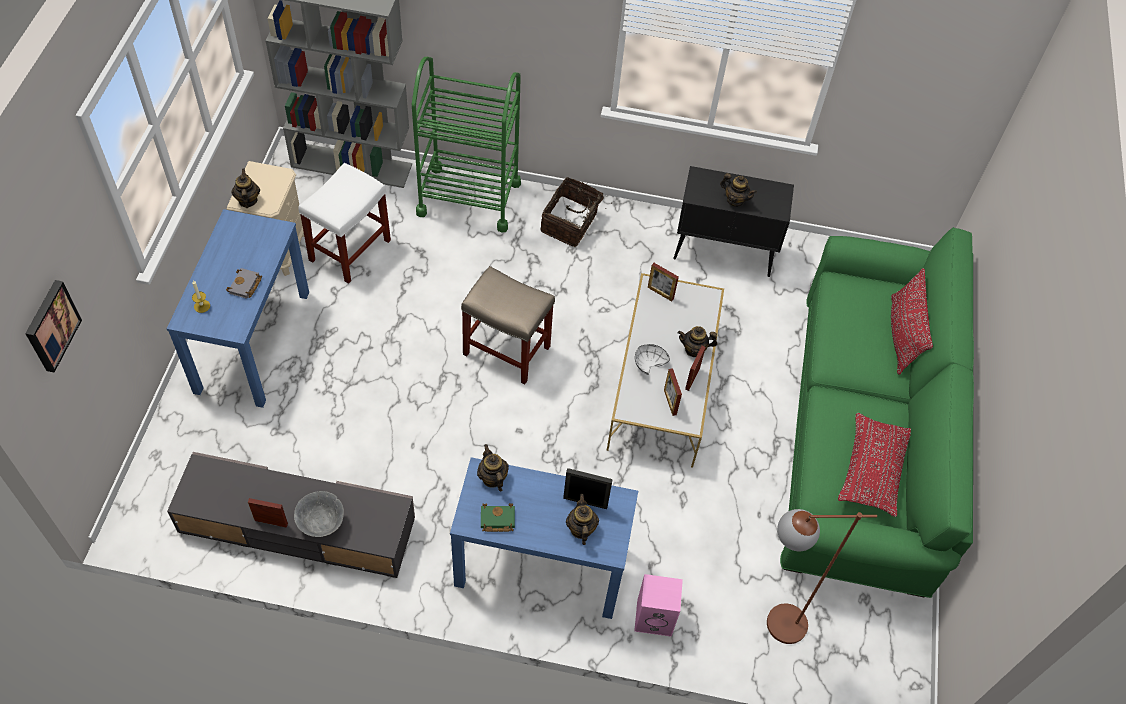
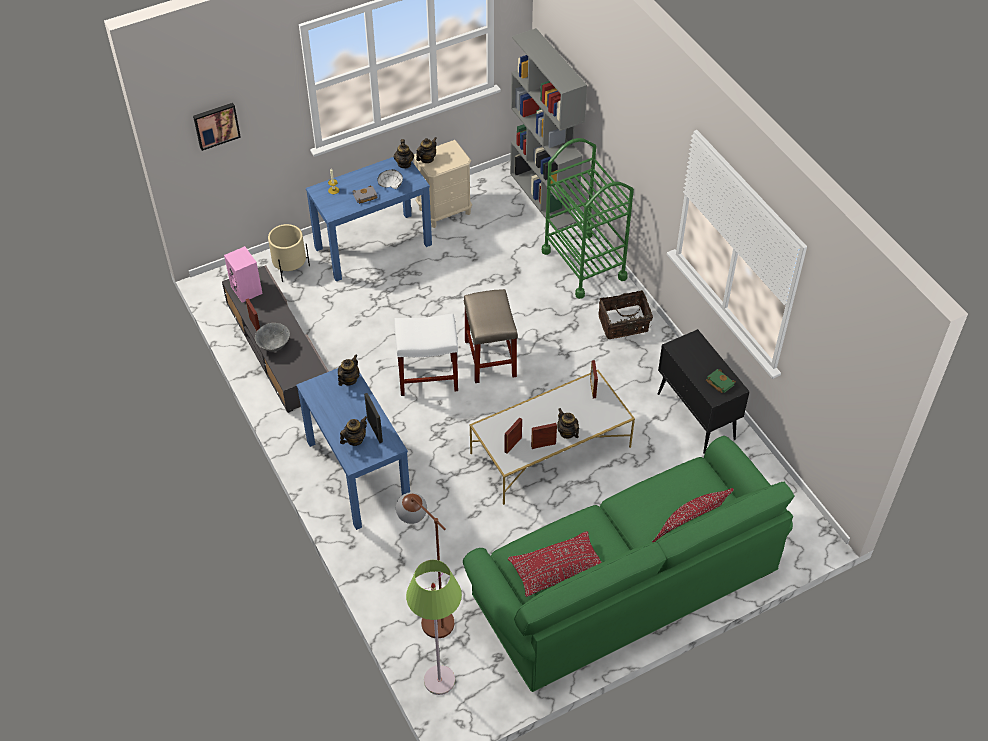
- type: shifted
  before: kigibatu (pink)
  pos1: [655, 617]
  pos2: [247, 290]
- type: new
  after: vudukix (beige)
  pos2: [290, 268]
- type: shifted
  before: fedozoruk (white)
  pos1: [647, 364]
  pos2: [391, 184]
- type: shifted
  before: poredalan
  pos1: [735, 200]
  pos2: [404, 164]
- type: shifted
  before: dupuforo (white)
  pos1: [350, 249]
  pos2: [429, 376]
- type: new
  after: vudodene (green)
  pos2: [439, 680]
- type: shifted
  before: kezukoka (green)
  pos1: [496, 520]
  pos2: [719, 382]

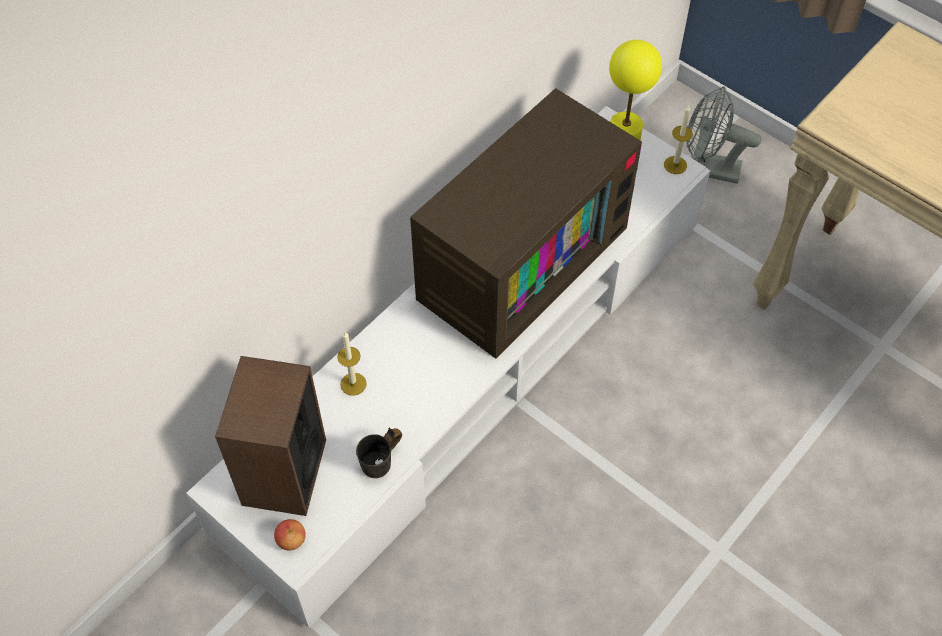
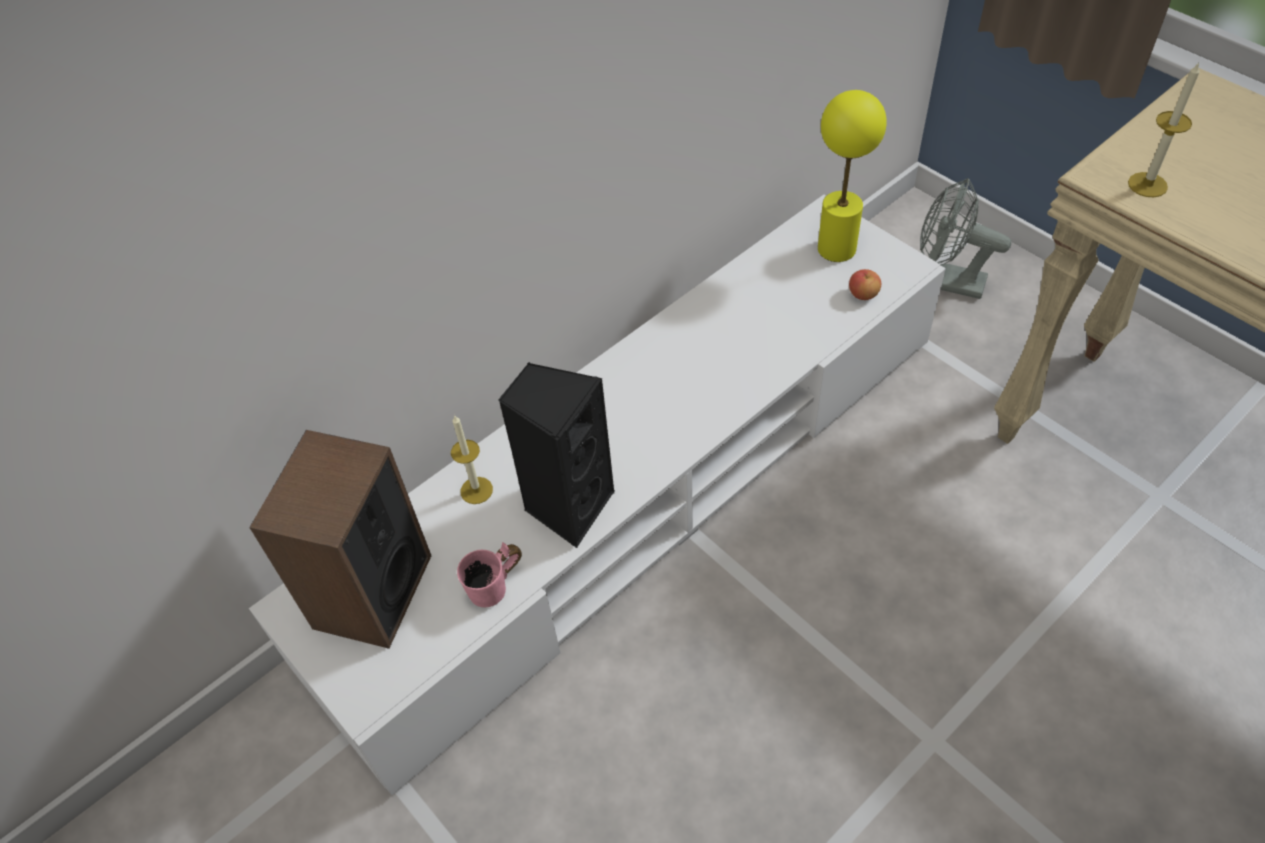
- type: repainted
  before: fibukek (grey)
  after: fibukek (pink)
  pos1: [384, 463]
  pos2: [498, 590]
- type: new
  after: kigibatu (black)
  pos2: [568, 506]
- type: shifted
  before: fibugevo
  pos1: [291, 540]
  pos2: [863, 294]
- type: shifted
  before: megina
  pos1: [675, 165]
  pos2: [1147, 185]
- type: gone
  before: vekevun
  pos1: [519, 257]

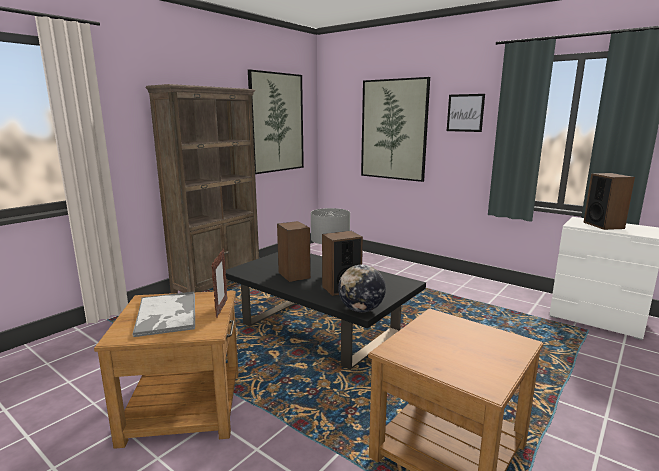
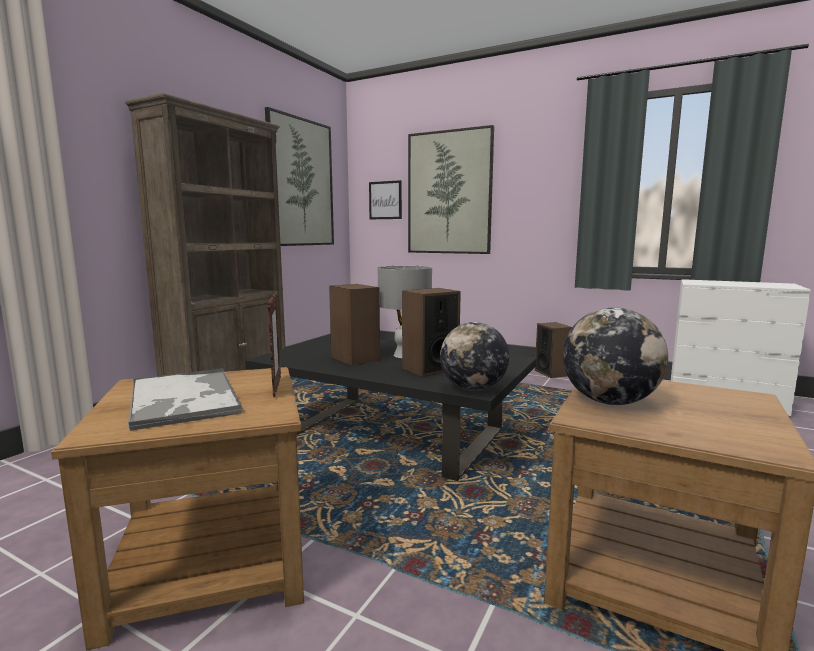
- type: shifted
  before: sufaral
  pos1: [465, 113]
  pos2: [385, 200]
- type: shifted
  before: kigibatu
  pos1: [603, 225]
  pos2: [551, 373]
- type: new
  after: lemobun
  pos2: [609, 402]

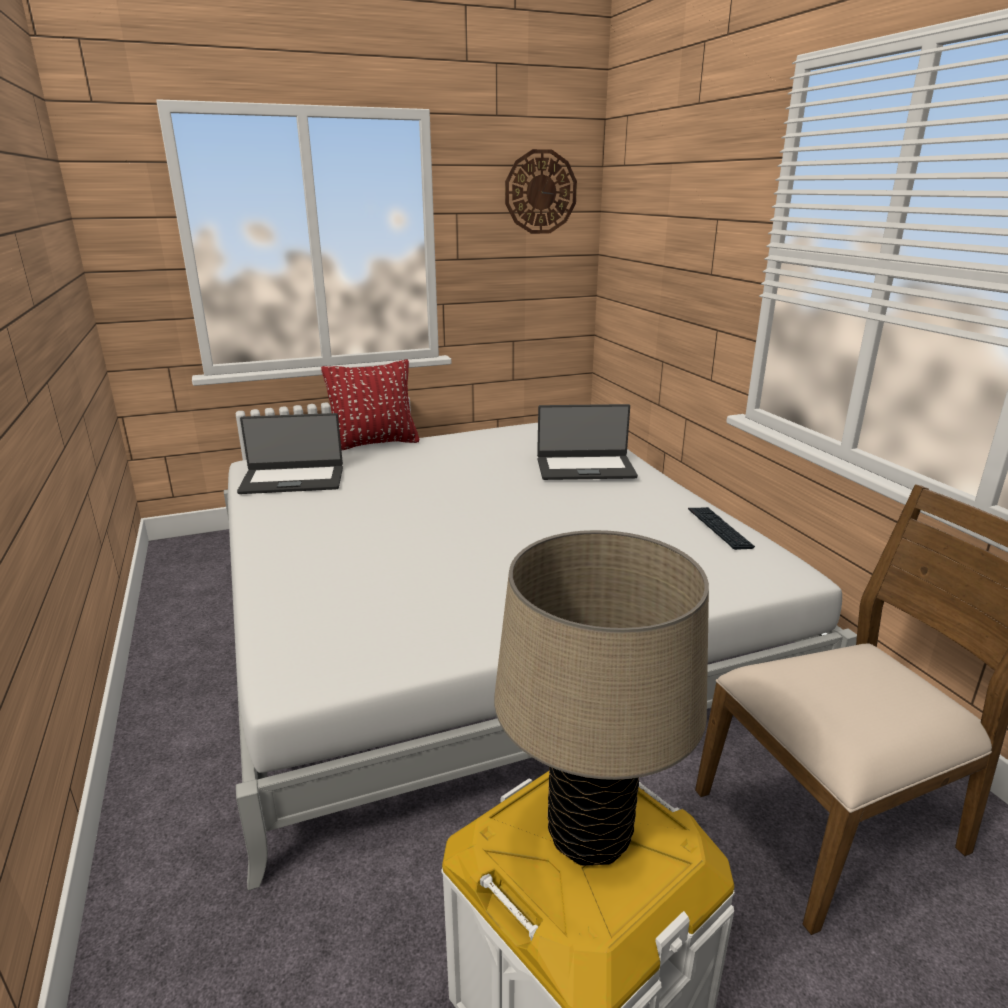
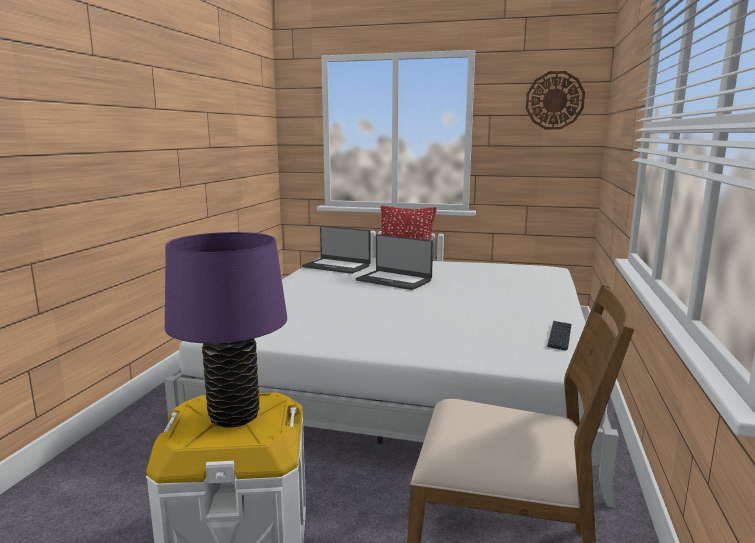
- type: repainted
  before: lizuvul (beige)
  after: lizuvul (purple)
  pos1: [589, 834]
  pos2: [234, 416]
- type: shifted
  before: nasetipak
  pos1: [585, 468]
  pos2: [394, 280]

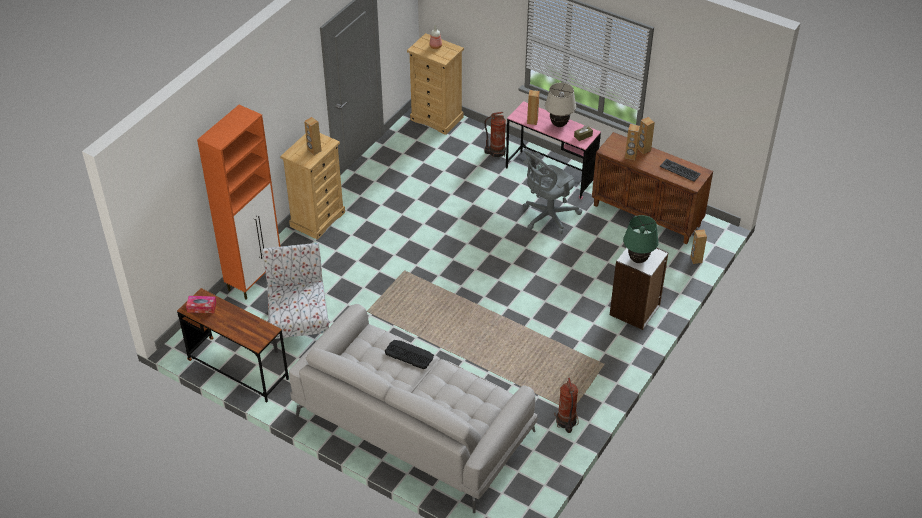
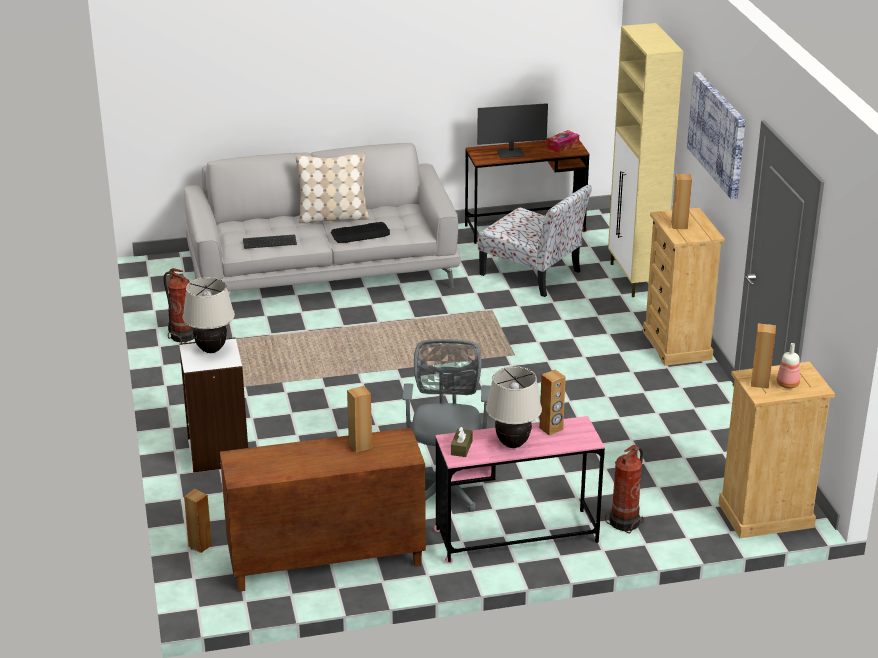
- type: repainted
  before: lizuvul (green)
  after: lizuvul (beige)
  pos1: [638, 260]
  pos2: [211, 350]
- type: shifted
  before: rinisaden
  pos1: [680, 170]
  pos2: [269, 242]
- type: new
  after: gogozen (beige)
  pos2: [333, 217]
- type: new
  after: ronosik
  pos2: [511, 153]
- type: repainted
  before: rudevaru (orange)
  after: rudevaru (beige)
  pos1: [255, 277]
  pos2: [635, 279]
- type: new
  after: sufaral
  pos2: [719, 133]
- type: shifted
  before: kigibatu (brown)
  pos1: [644, 149]
  pos2: [760, 383]

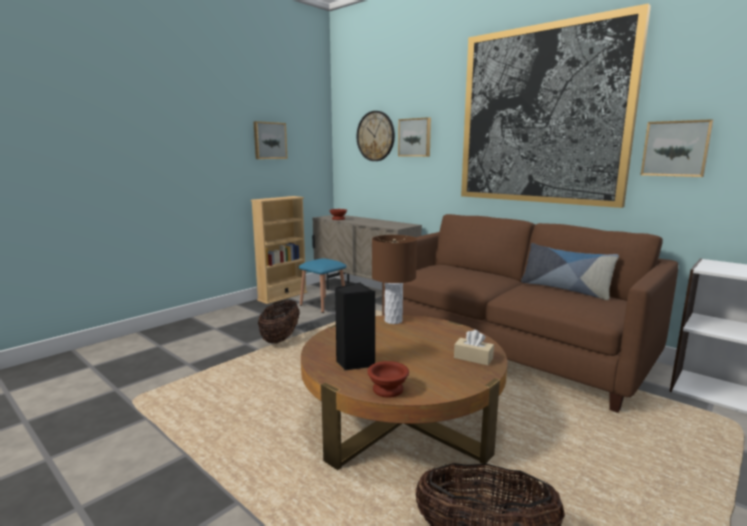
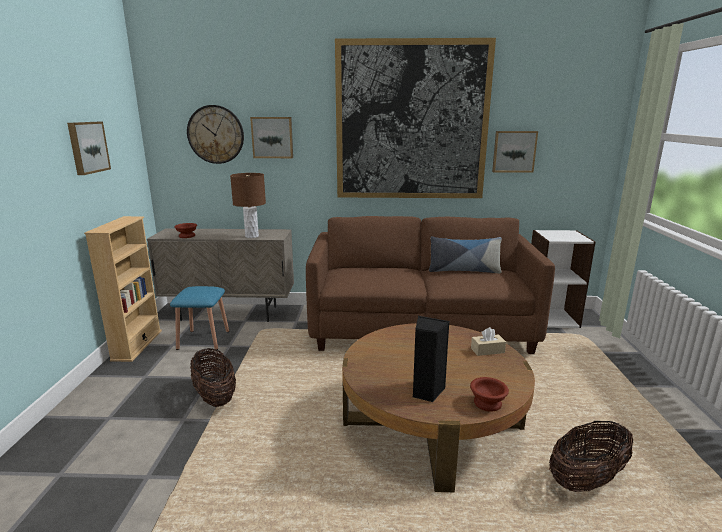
- type: shifted
  before: lizuvul (brown)
  pos1: [393, 321]
  pos2: [252, 236]

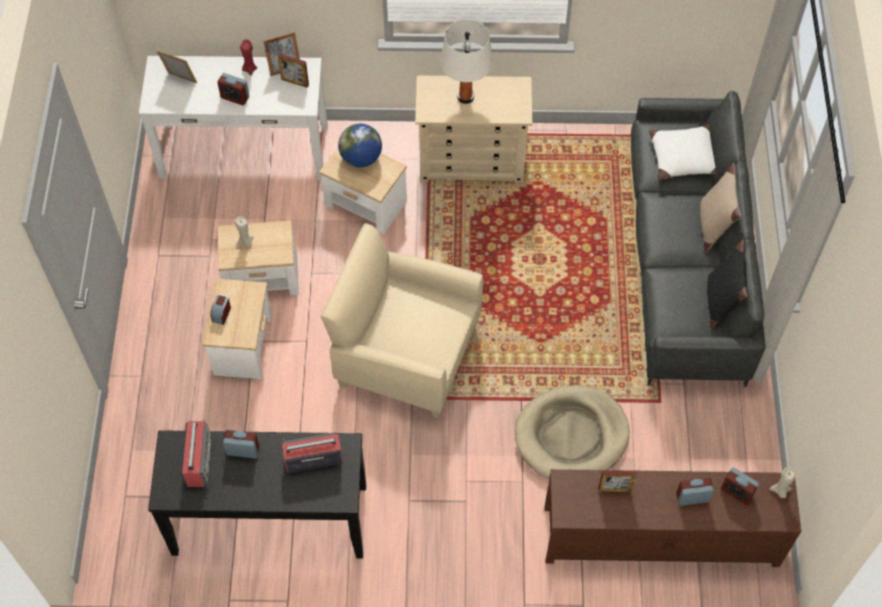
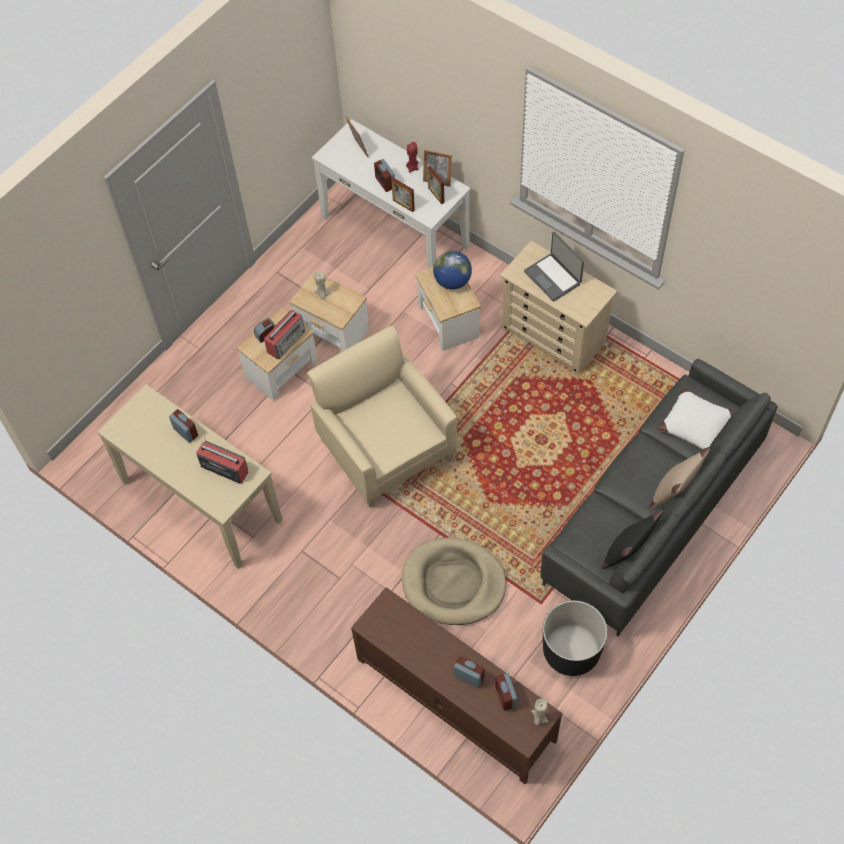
- type: repainted
  before: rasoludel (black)
  after: rasoludel (beige)
  pos1: [270, 520]
  pos2: [201, 501]
- type: shifted
  before: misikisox
  pos1: [199, 460]
  pos2: [286, 341]
- type: shifted
  before: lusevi
  pos1: [615, 489]
  pos2: [403, 205]
- type: swapped
  before: lizuvul (white)
  after: nasetipak
  pos1: [465, 97]
  pos2: [553, 277]
- type: new
  after: vudukix (black)
  pos2: [571, 651]

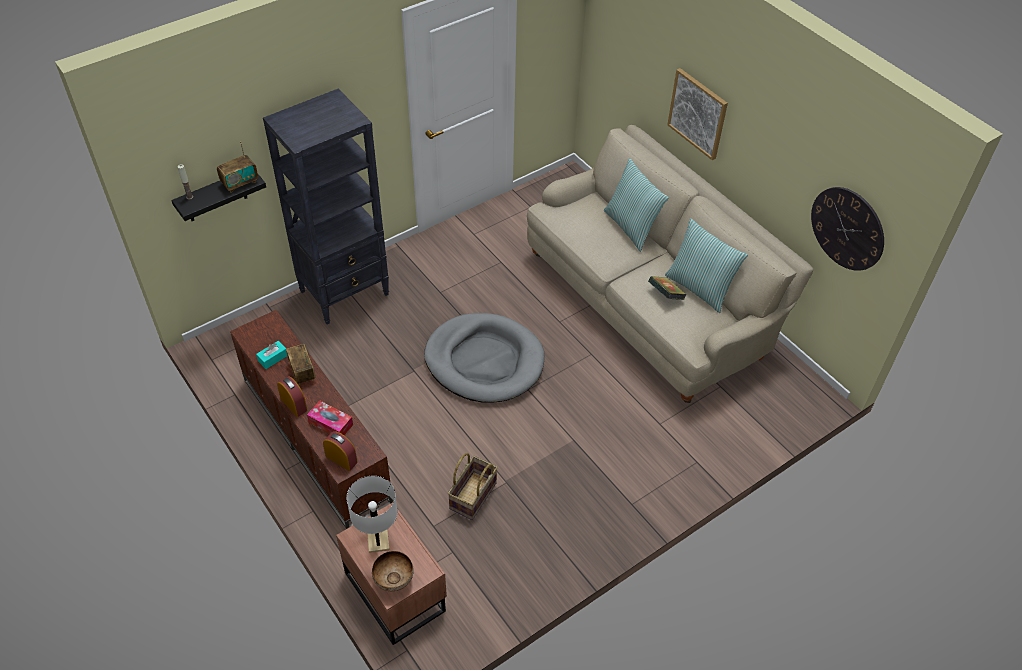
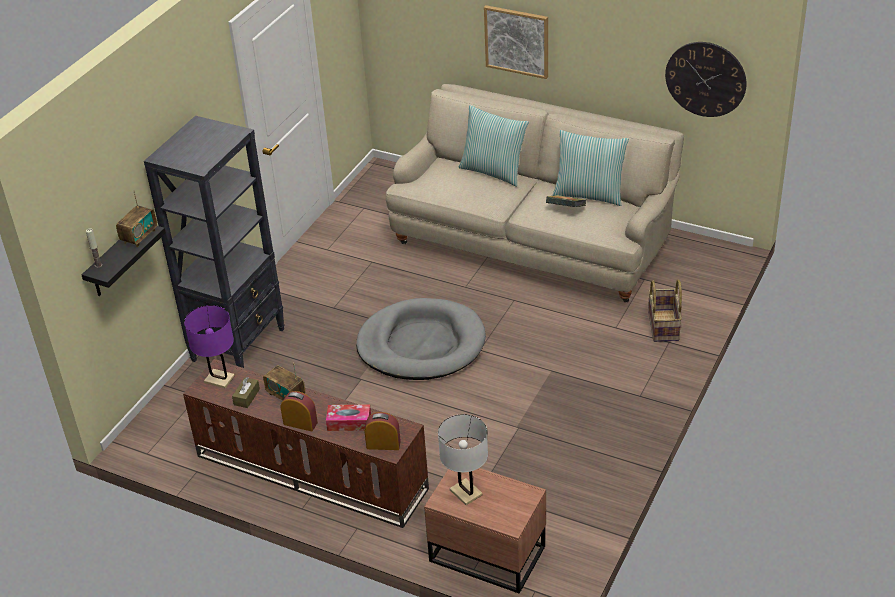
- type: new
  after: lizuvul (purple)
  pos2: [219, 379]
- type: repainted
  before: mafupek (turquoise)
  after: mafupek (brown)
  pos1: [273, 358]
  pos2: [246, 397]
- type: shifted
  before: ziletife
  pos1: [473, 496]
  pos2: [664, 326]
- type: gone
  before: fedozoruk
  pos1: [394, 580]

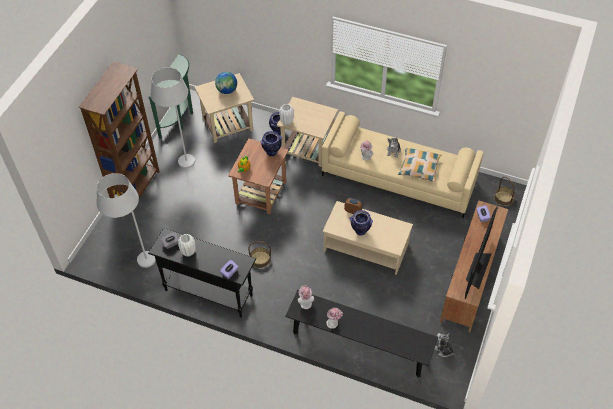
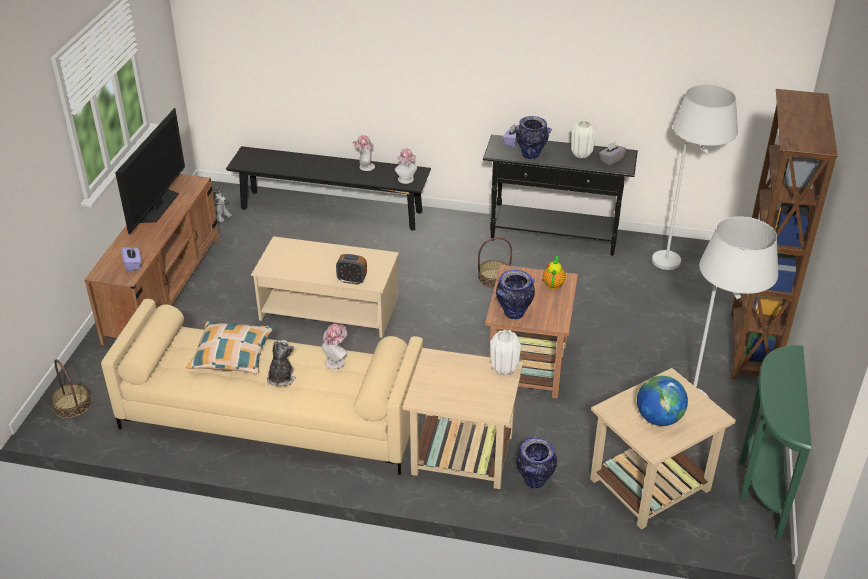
- type: shifted
  before: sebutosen
  pos1: [360, 231]
  pos2: [531, 155]

